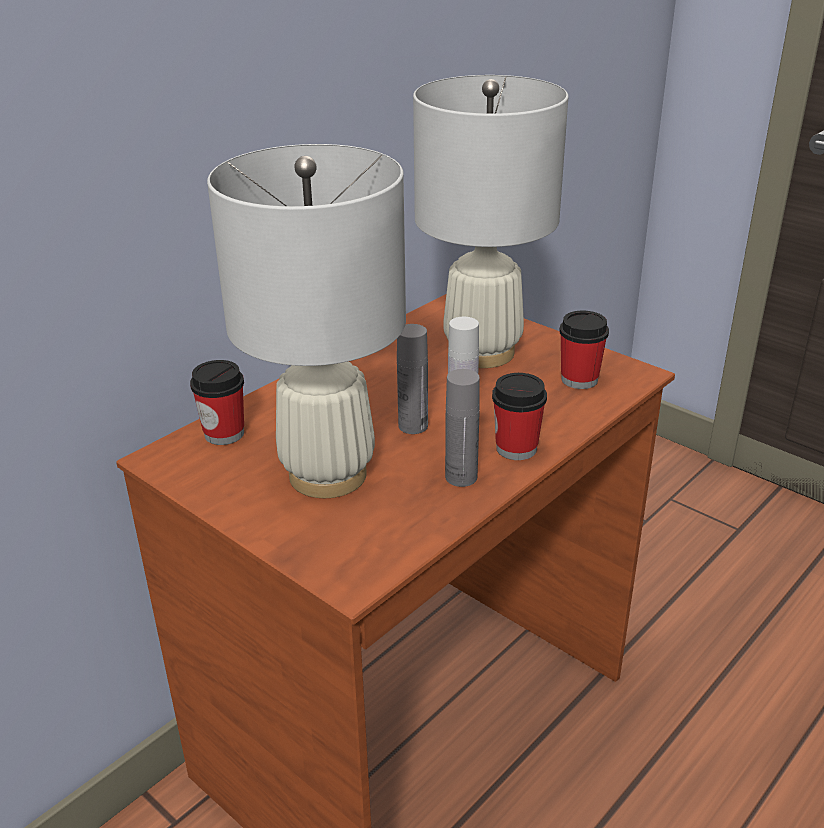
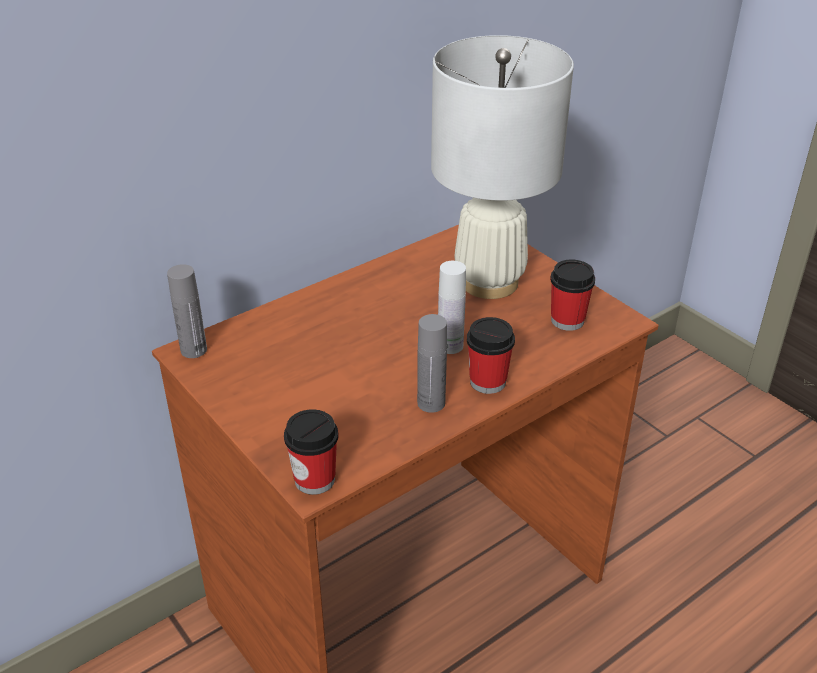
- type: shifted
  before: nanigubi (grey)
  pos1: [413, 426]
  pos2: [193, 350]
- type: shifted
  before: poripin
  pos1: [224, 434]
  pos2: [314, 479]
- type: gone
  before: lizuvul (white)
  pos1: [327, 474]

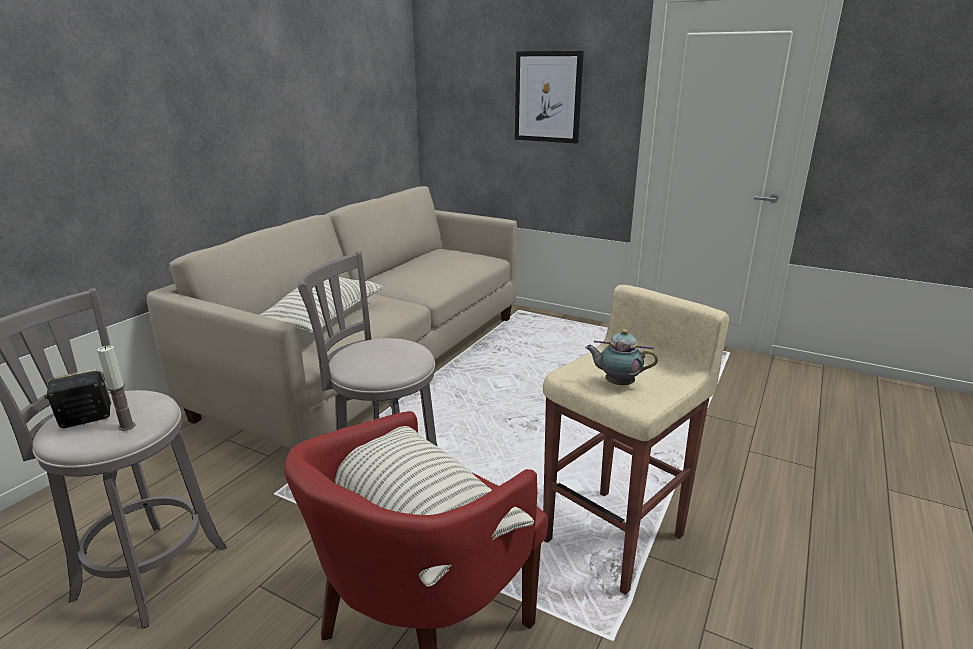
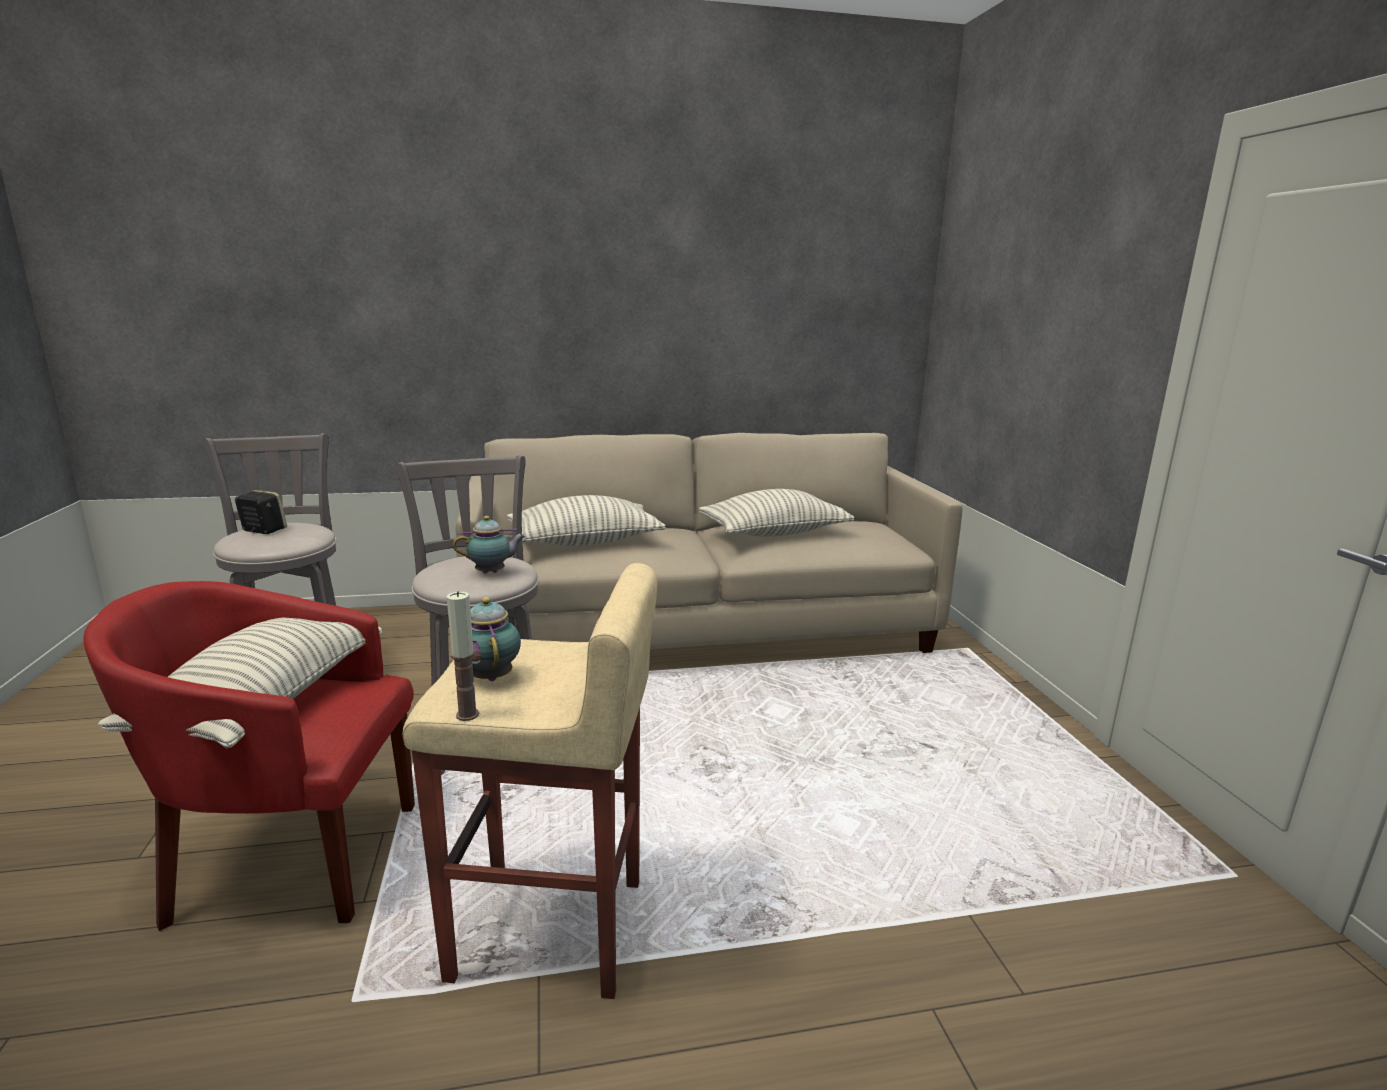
- type: shifted
  before: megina
  pos1: [126, 426]
  pos2: [467, 714]
- type: new
  after: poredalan
  pos2: [492, 572]
- type: new
  after: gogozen
  pos2: [774, 533]
- type: gone
  before: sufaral
  pos1: [548, 97]

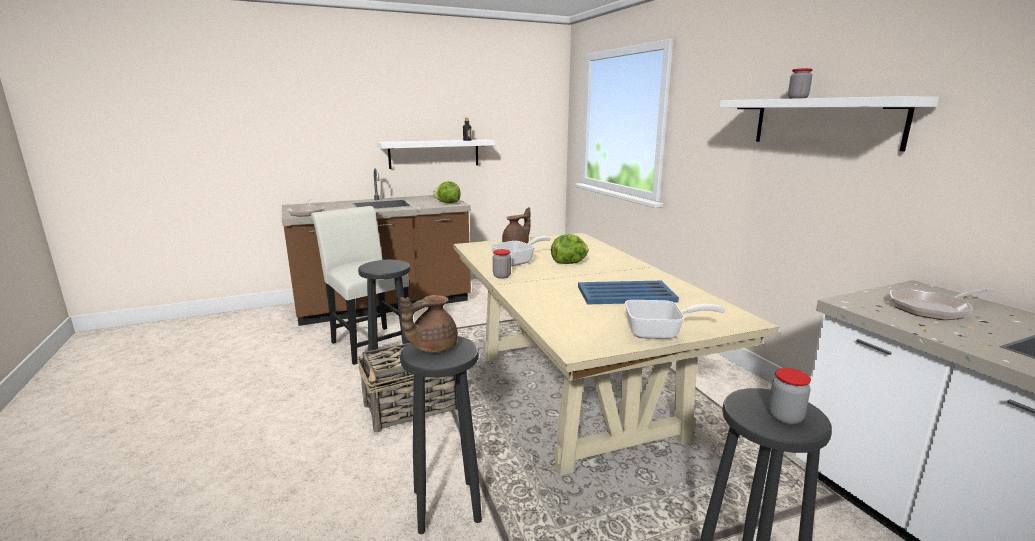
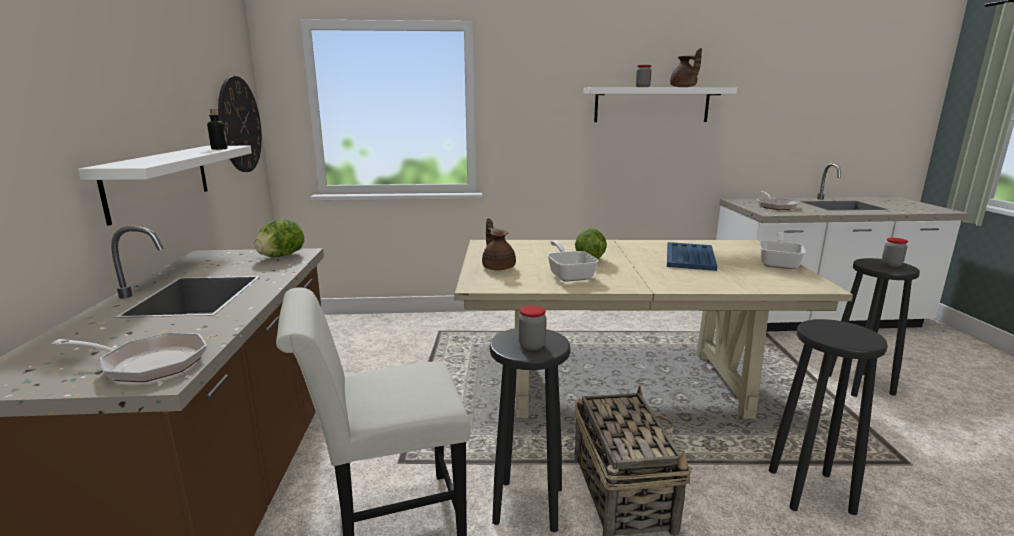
- type: new
  after: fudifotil
  pos2: [240, 125]
- type: shifted
  before: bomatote
  pos1: [502, 276]
  pos2: [532, 346]
- type: shifted
  before: poredalan (brown)
  pos1: [432, 347]
  pos2: [683, 87]

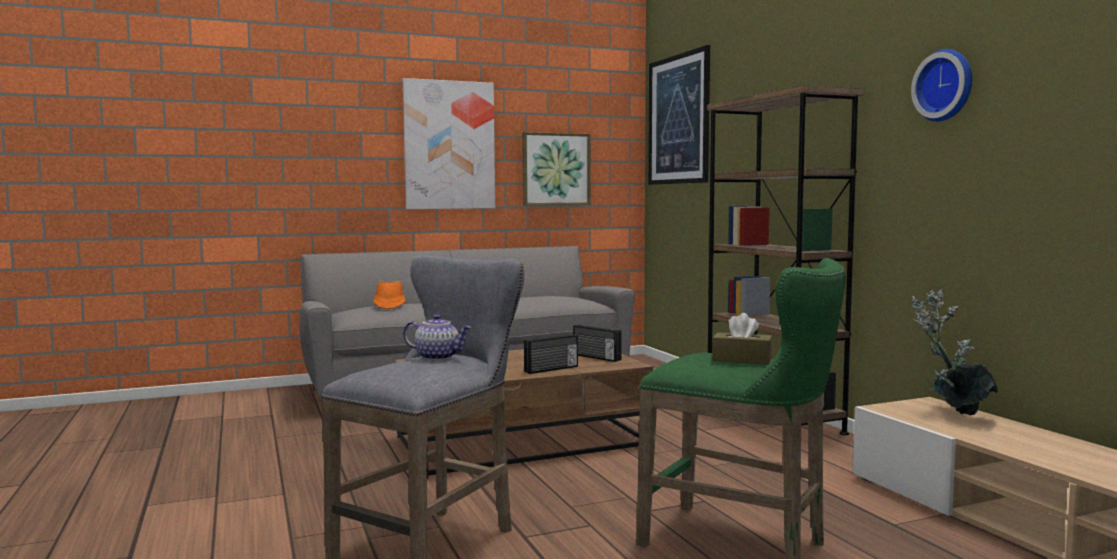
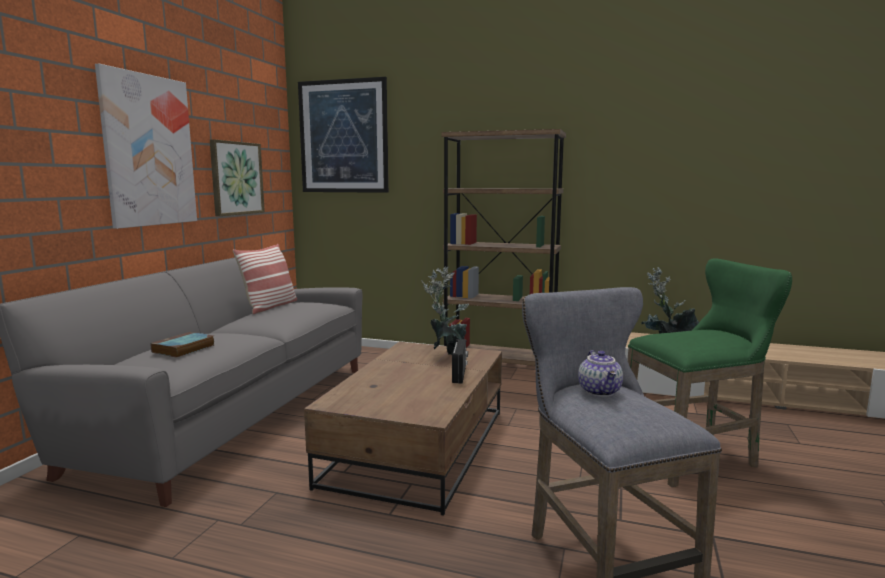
- type: swapped
  before: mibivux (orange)
  after: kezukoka
  pos1: [389, 306]
  pos2: [183, 349]
- type: new
  after: gogozen
  pos2: [270, 307]
- type: swapped
  before: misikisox
  after: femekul
  pos1: [596, 357]
  pos2: [447, 354]
- type: rotated
  before: poredalan
  pos1: [438, 357]
  pos2: [600, 391]
  turn: 120
- type: gone
  before: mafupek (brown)
  pos1: [742, 360]
- type: gone
  before: fudifotil
  pos1: [946, 85]

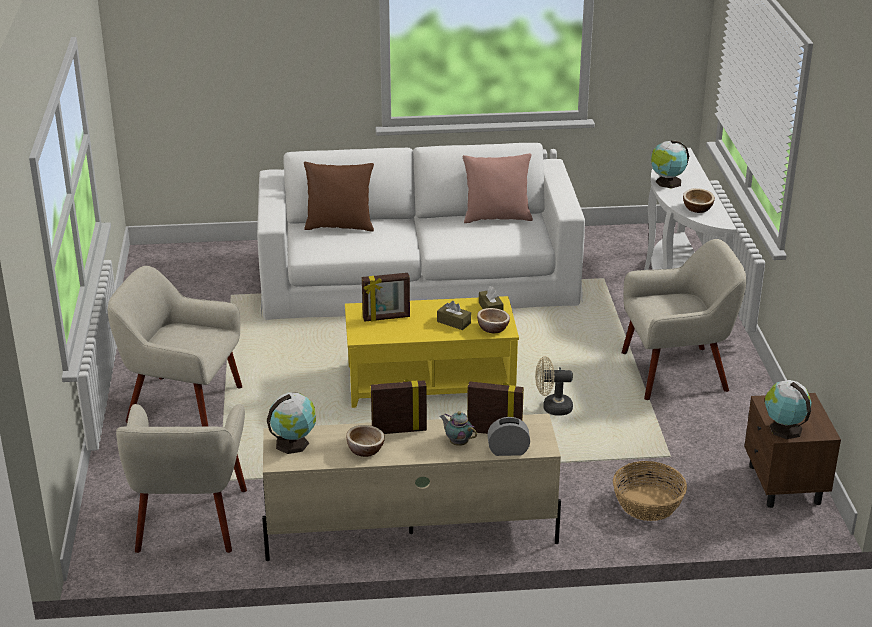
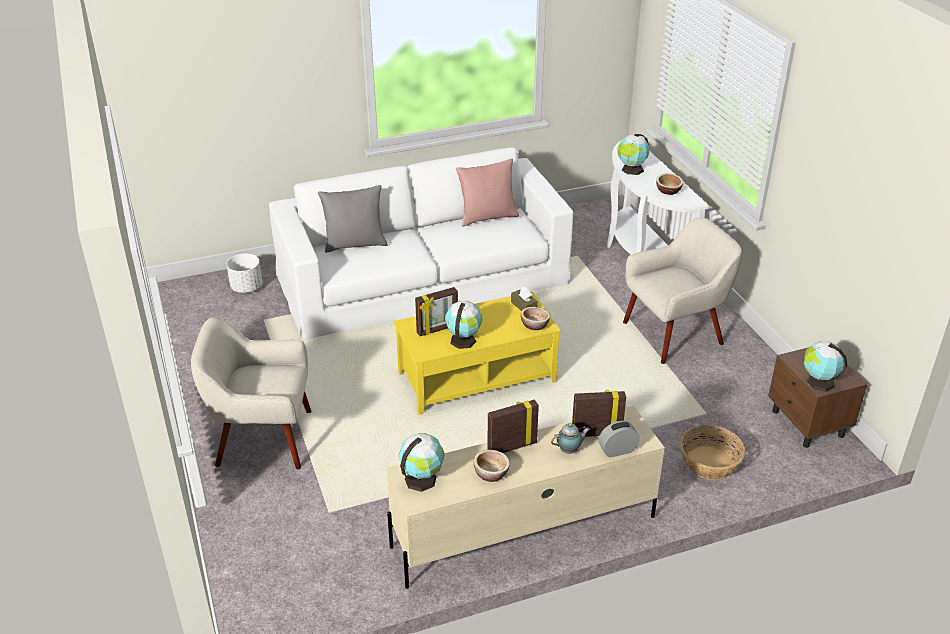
- type: new
  after: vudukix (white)
  pos2: [247, 287]
- type: repainted
  before: gogozen (brown)
  after: gogozen (grey)
  pos1: [339, 226]
  pos2: [355, 244]
- type: new
  after: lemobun
  pos2: [463, 339]
- type: rotated
  before: poredalan
  pos1: [457, 443]
  pos2: [570, 450]
  turn: 135
- type: gone
  before: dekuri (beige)
  pos1: [189, 521]
- type: gone
  before: mafupek (brown)
  pos1: [454, 322]
- type: gone
  before: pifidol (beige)
  pos1: [552, 408]

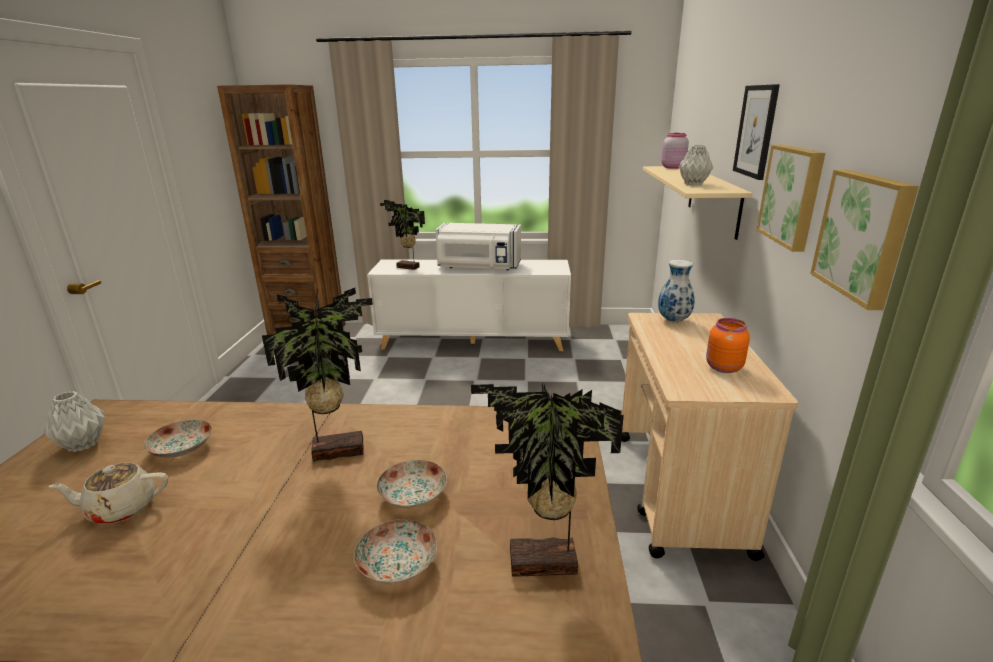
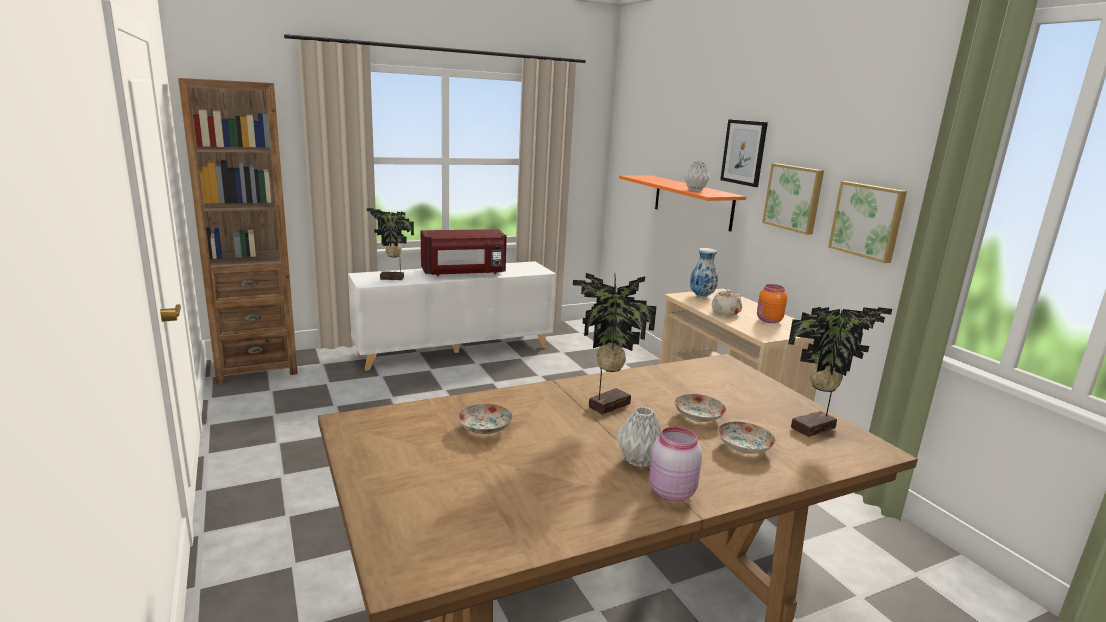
- type: repainted
  before: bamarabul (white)
  after: bamarabul (red)
  pos1: [478, 267]
  pos2: [464, 273]
- type: shifted
  before: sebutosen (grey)
  pos1: [84, 444]
  pos2: [639, 460]
- type: repainted
  before: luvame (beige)
  after: luvame (orange)
  pos1: [713, 199]
  pos2: [692, 202]
- type: shifted
  before: bomatote (pink)
  pos1: [672, 167]
  pos2: [670, 492]
- type: shifted
  before: poredalan (beige)
  pos1: [121, 508]
  pos2: [725, 312]

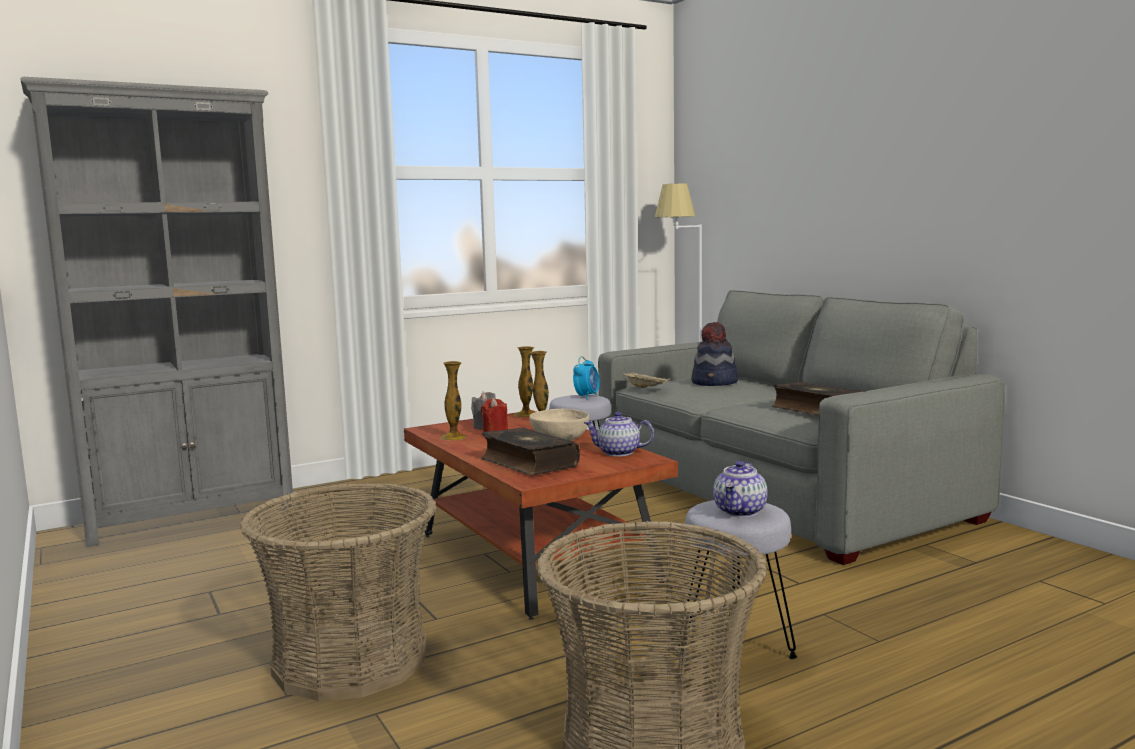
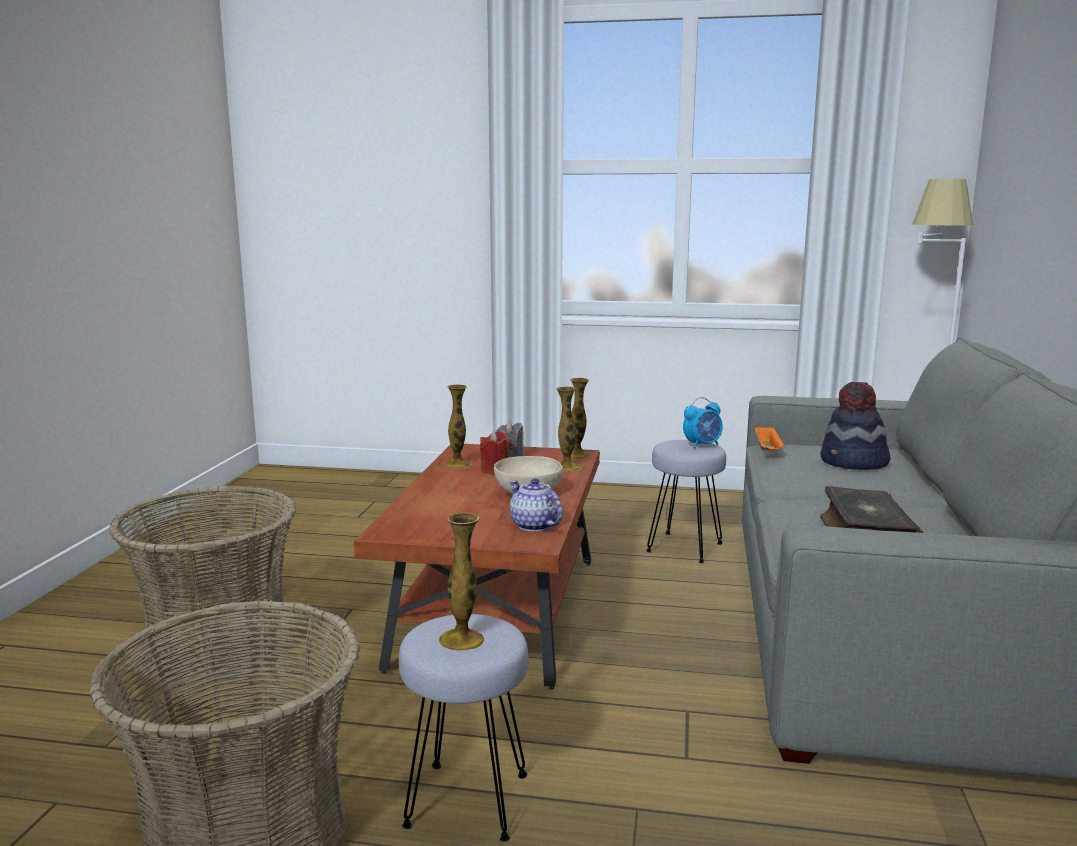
- type: swapped
  before: poredalan
  after: sebutosen
  pos1: [740, 511]
  pos2: [461, 640]
- type: repainted
  before: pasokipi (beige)
  after: pasokipi (orange)
  pos1: [646, 388]
  pos2: [768, 450]
- type: gone
  before: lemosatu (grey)
  pos1: [193, 517]
- type: gone
  before: kezukoka
  pos1: [528, 463]

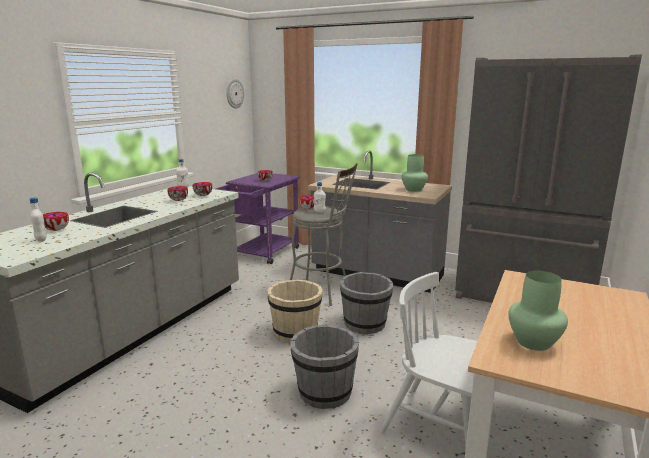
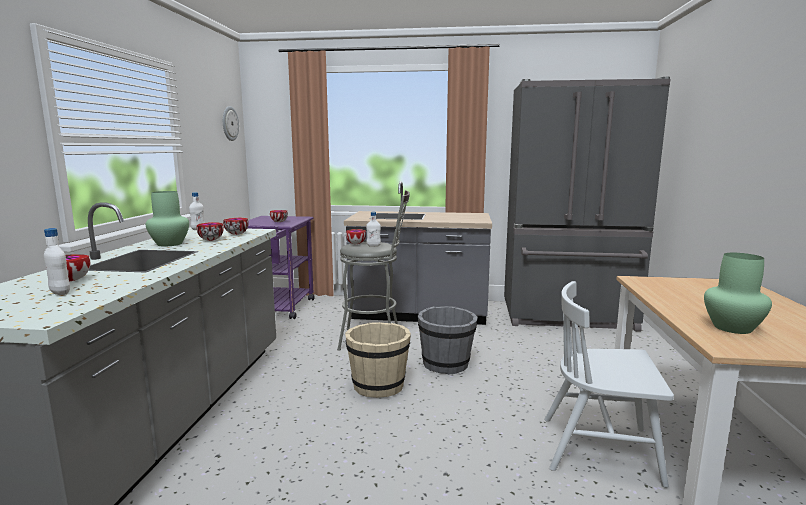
- type: shifted
  before: sebutosen (green)
  pos1: [413, 189]
  pos2: [169, 244]
- type: gone
  before: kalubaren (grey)
  pos1: [324, 392]

